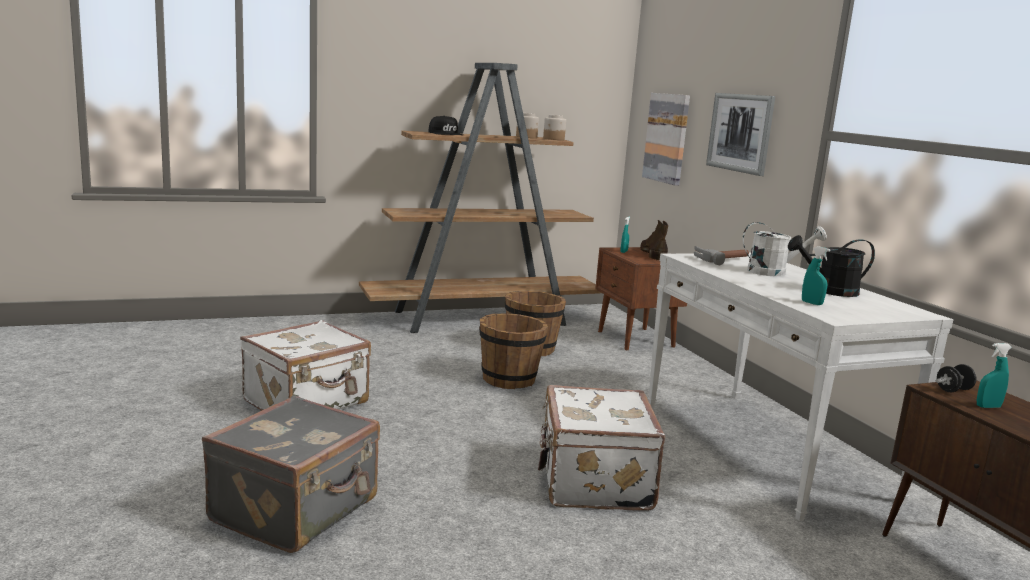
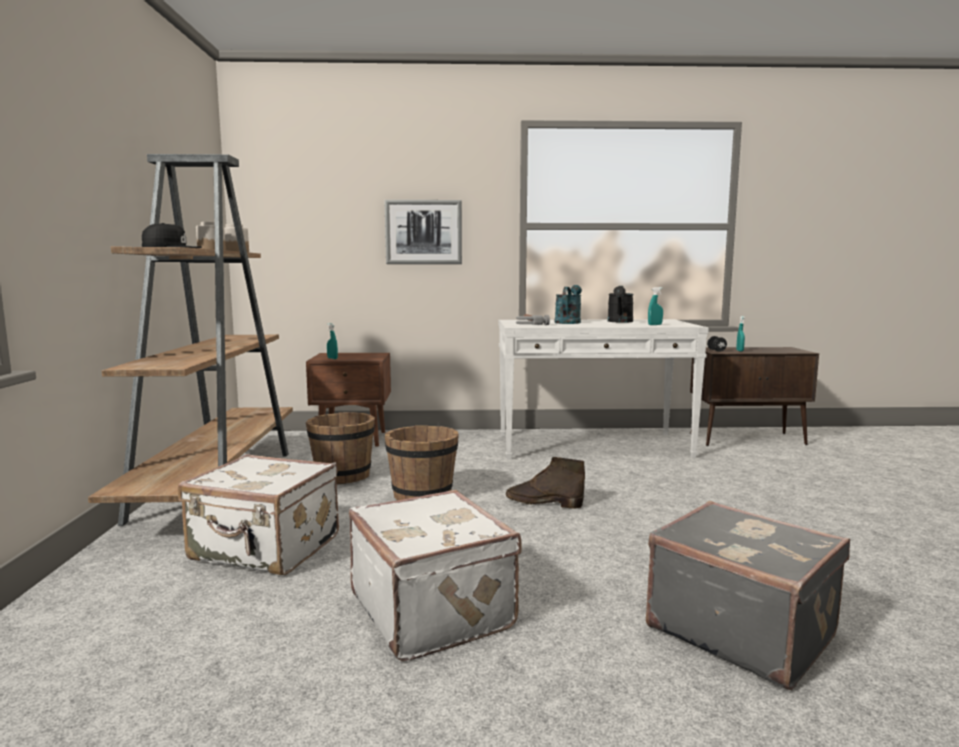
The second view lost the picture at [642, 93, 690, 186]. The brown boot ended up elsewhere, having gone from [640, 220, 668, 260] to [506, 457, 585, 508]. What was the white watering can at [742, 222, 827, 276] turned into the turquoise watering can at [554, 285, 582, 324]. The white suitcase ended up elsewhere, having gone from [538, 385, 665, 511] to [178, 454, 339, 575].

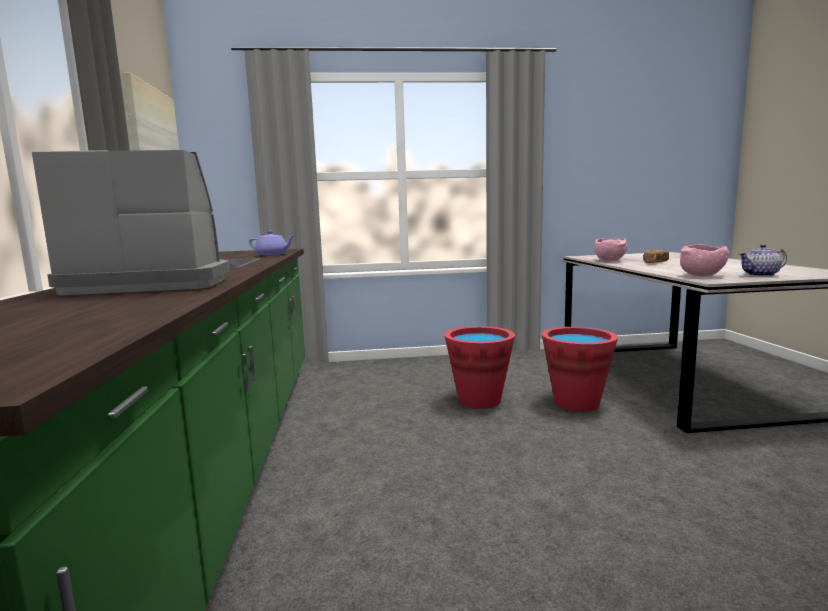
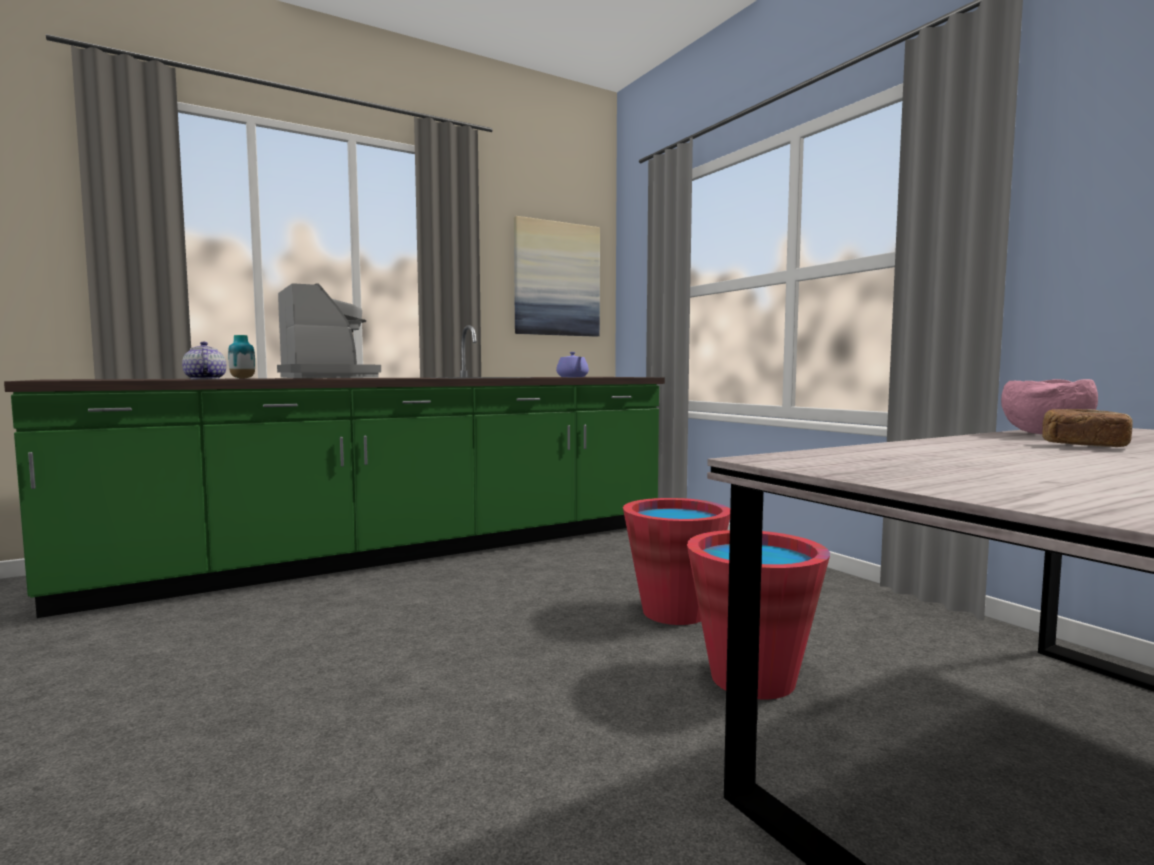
The second view lost the pink bowl at [680, 244, 730, 276]. The teapot ended up elsewhere, having gone from [738, 244, 787, 276] to [182, 342, 226, 379]. The second view gained the vase at [228, 335, 255, 379].

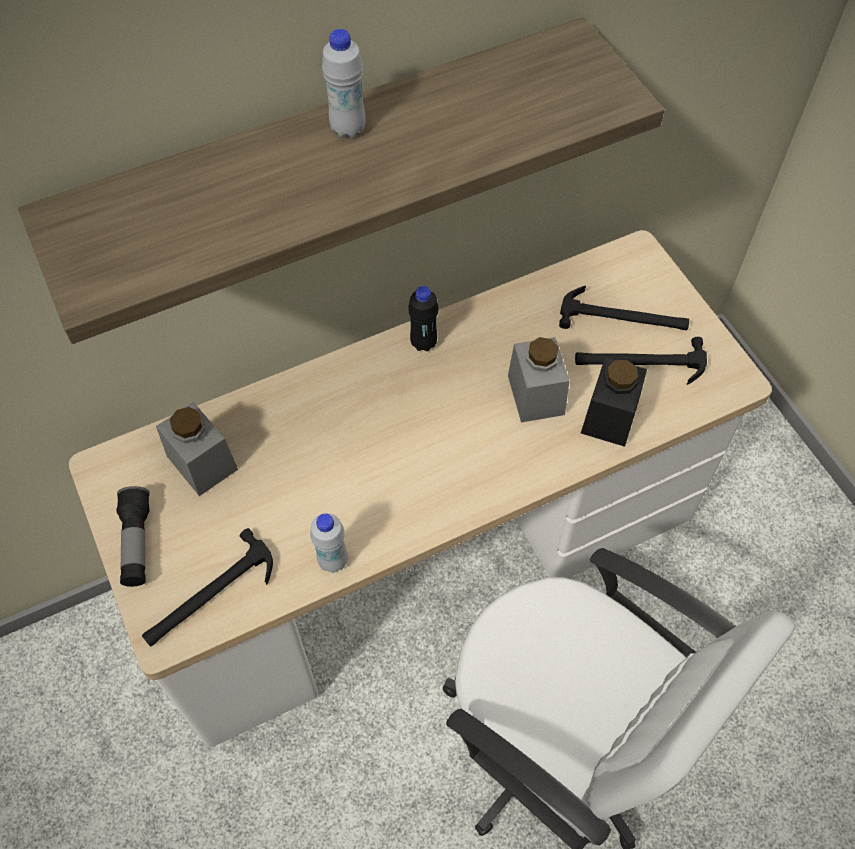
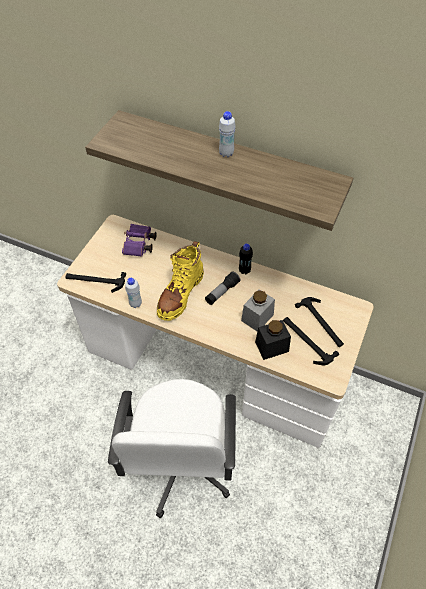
Where the grey jar stood at [156, 402, 238, 496], the purple binoculars came to stand at [122, 224, 157, 257]. The flashlight ended up elsewhere, having gone from [116, 486, 150, 587] to [205, 271, 241, 305]. The second view gained the yellow boot at [157, 241, 204, 321].

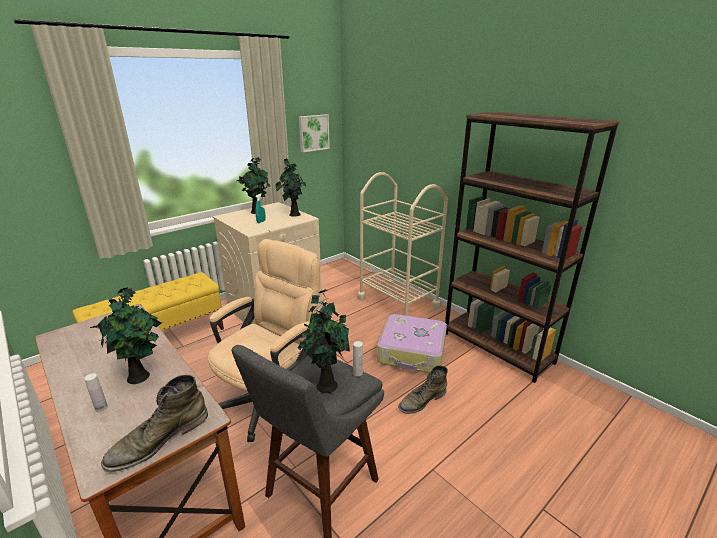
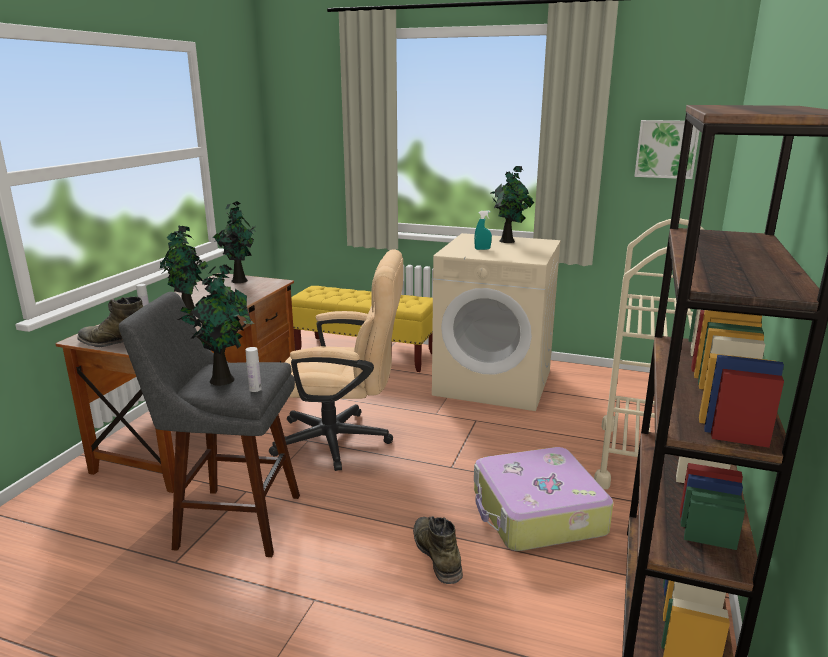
The potted plant ended up elsewhere, having gone from [275, 159, 306, 217] to [213, 201, 256, 283]. The green boot at [398, 365, 448, 414] ended up facing another way, 45 degrees clockwise from before.

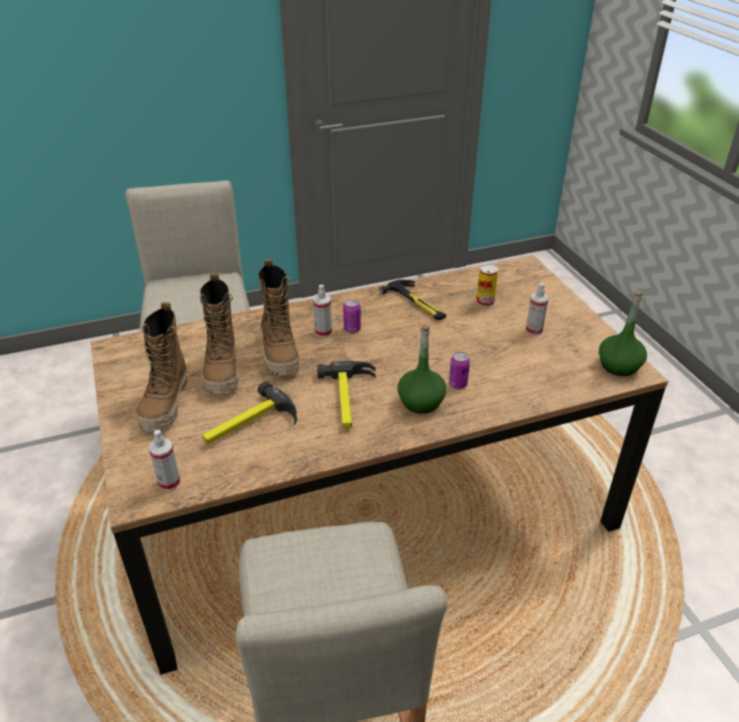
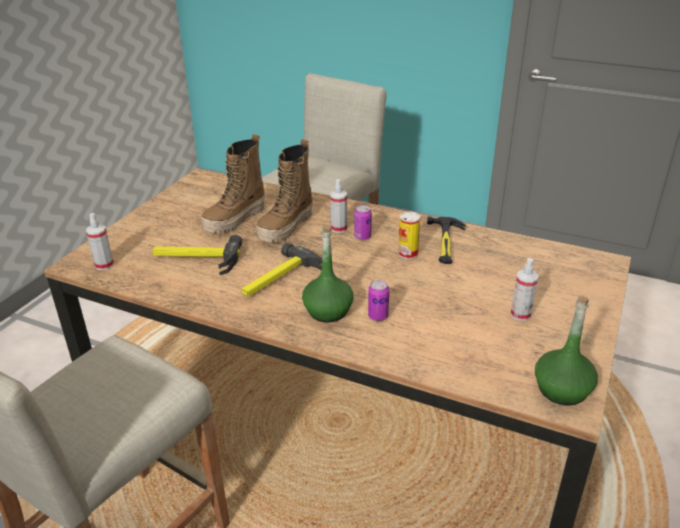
The can ended up elsewhere, having gone from [476, 264, 498, 307] to [398, 212, 420, 259]. The second view lost the boot at [137, 302, 187, 431].

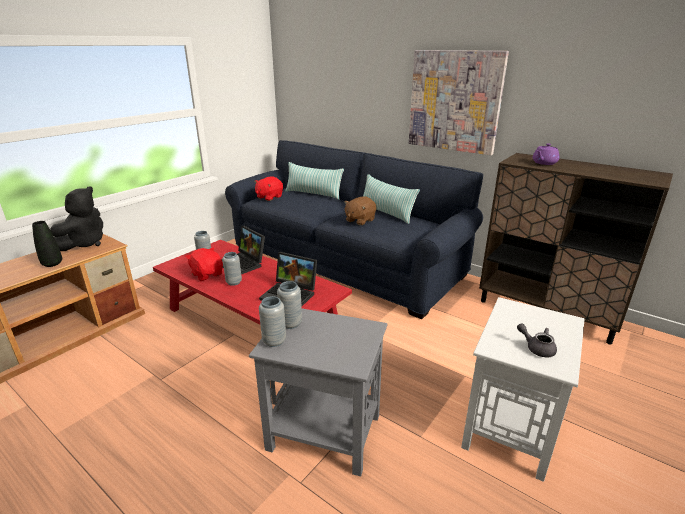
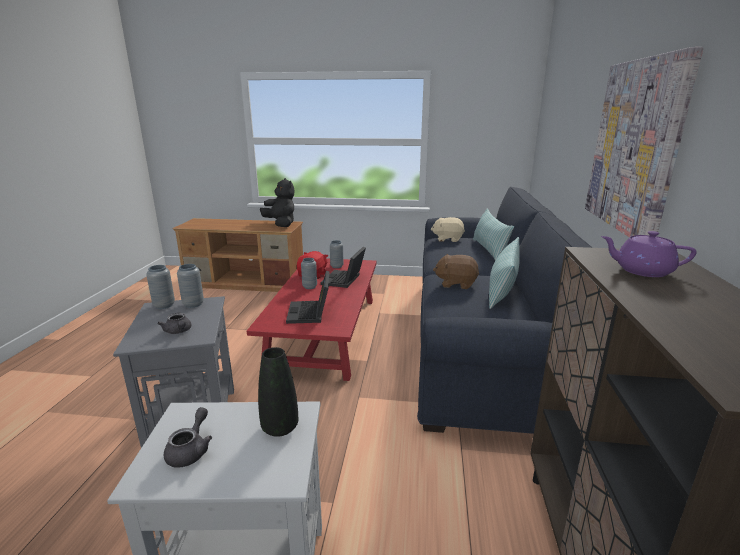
What was the red plush toy at [254, 176, 283, 201] turned into the beige plush toy at [431, 217, 465, 242]. The black plush toy at [50, 186, 103, 251] ended up facing another way, 120 degrees counterclockwise from before. The black vase ended up elsewhere, having gone from [32, 221, 62, 267] to [258, 347, 298, 437]. The second view gained the grey teapot at [157, 313, 191, 334].

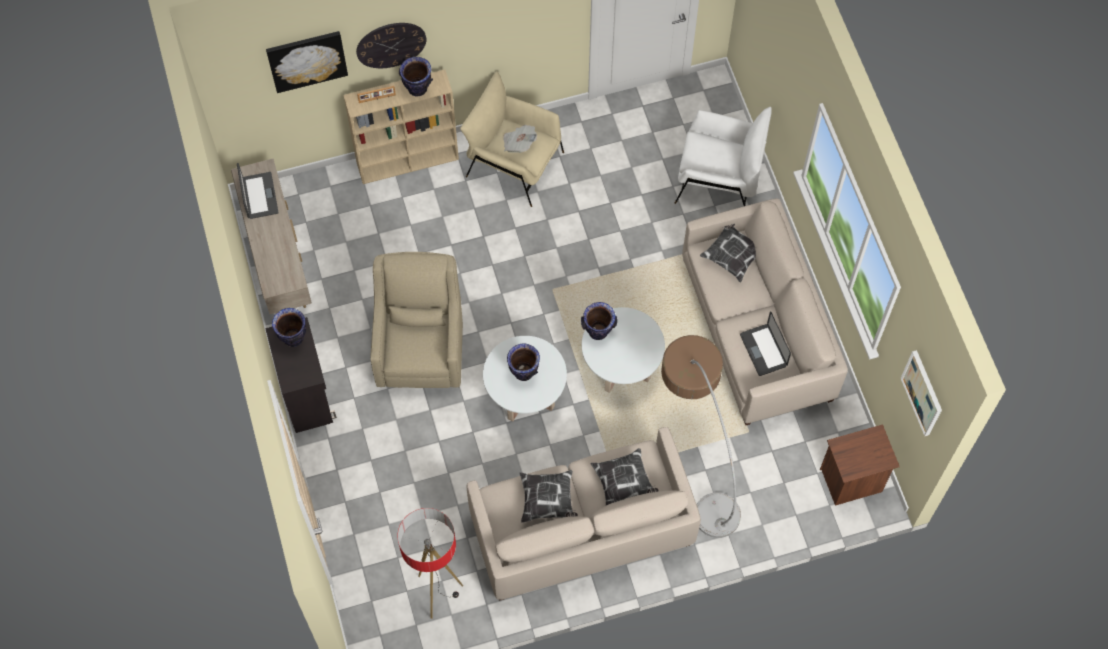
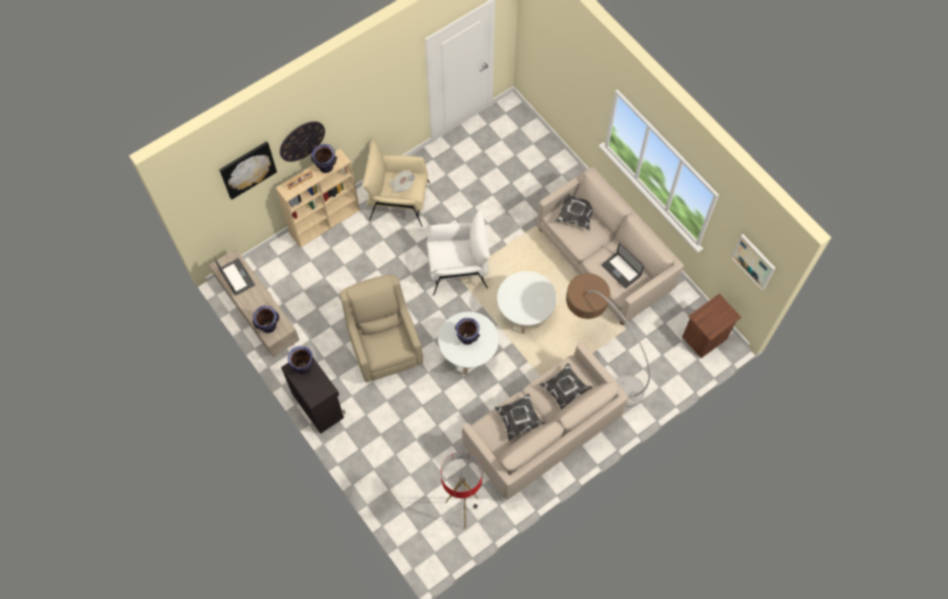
The white armchair ended up elsewhere, having gone from [675, 107, 772, 206] to [427, 209, 490, 295]. The vase ended up elsewhere, having gone from [581, 302, 618, 340] to [253, 305, 279, 333].

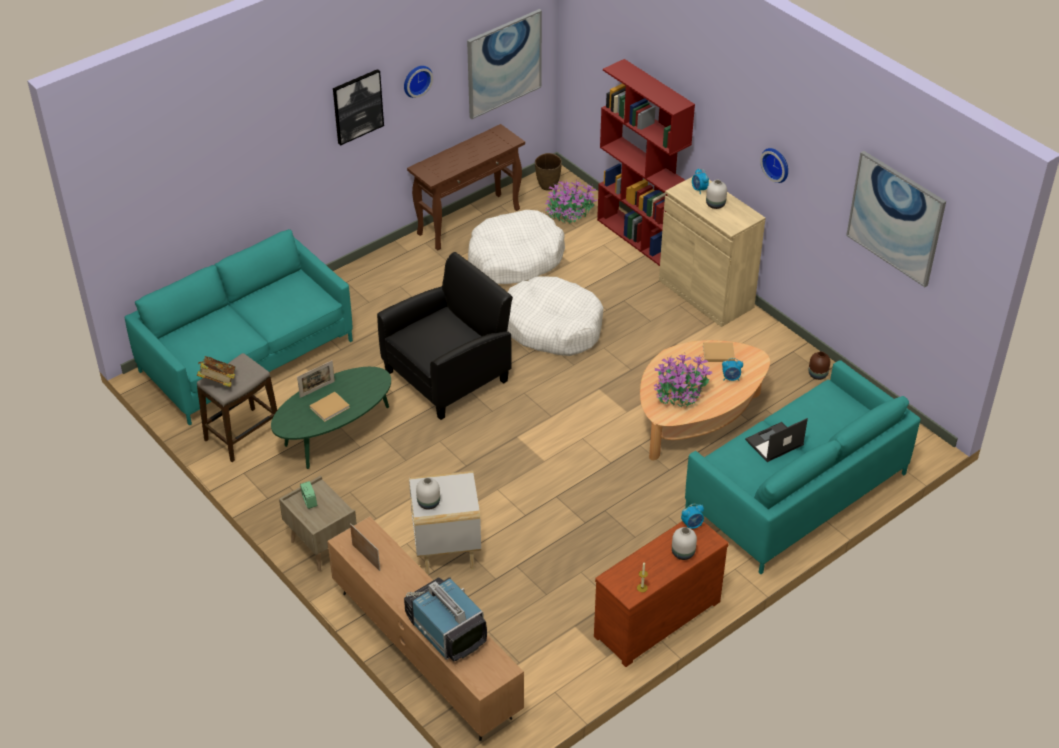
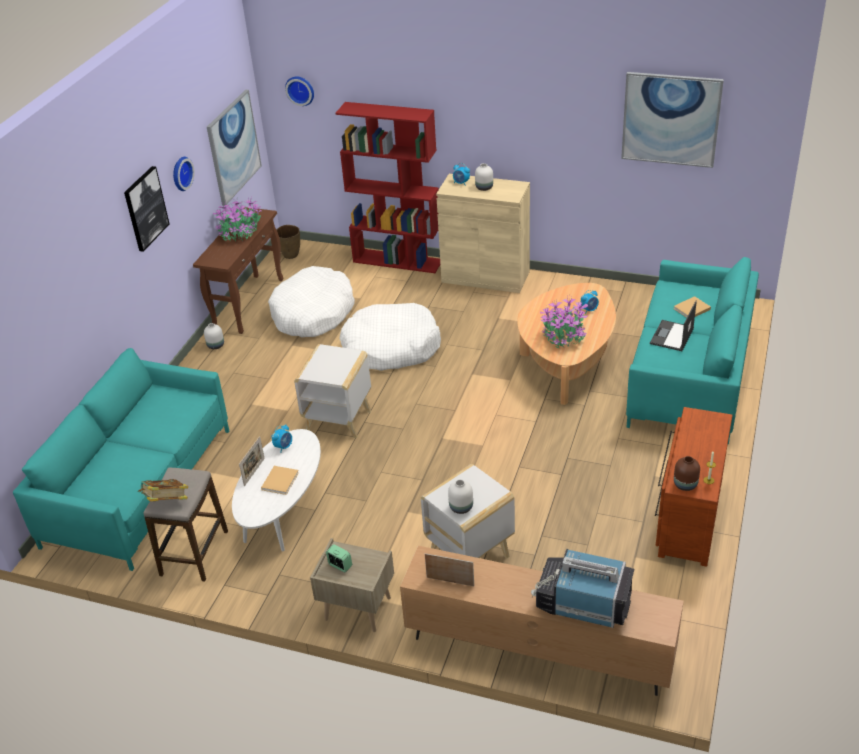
The wall clock ended up elsewhere, having gone from [760, 148, 788, 183] to [285, 77, 314, 106]. The potted plant ended up elsewhere, having gone from [545, 180, 597, 223] to [213, 197, 261, 241]. Where the black armchair stood at [377, 252, 513, 420], the white side table came to stand at [294, 344, 371, 438]. The beige book ended up elsewhere, having gone from [703, 342, 735, 362] to [673, 296, 711, 318]. The brown vase ended up elsewhere, having gone from [809, 351, 830, 380] to [674, 456, 700, 491]. What was the green coffee table at [271, 367, 391, 469] turned into the white coffee table at [232, 429, 321, 551]. The alarm clock ended up elsewhere, having gone from [681, 504, 704, 529] to [272, 424, 292, 453]. The white vase ended up elsewhere, having gone from [672, 527, 697, 560] to [204, 323, 224, 349].

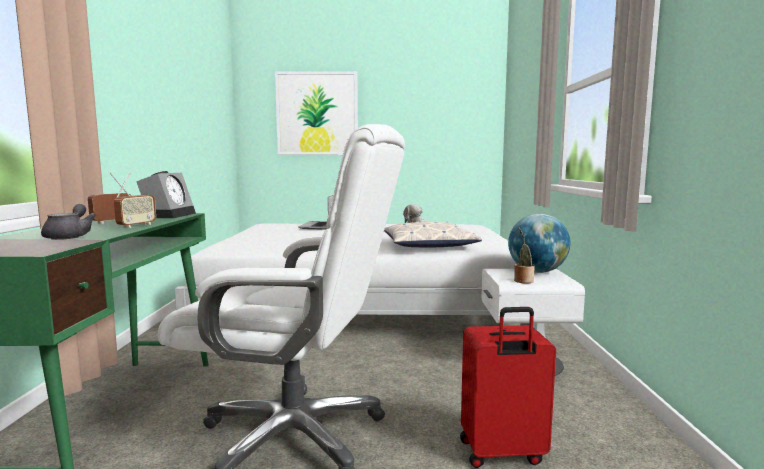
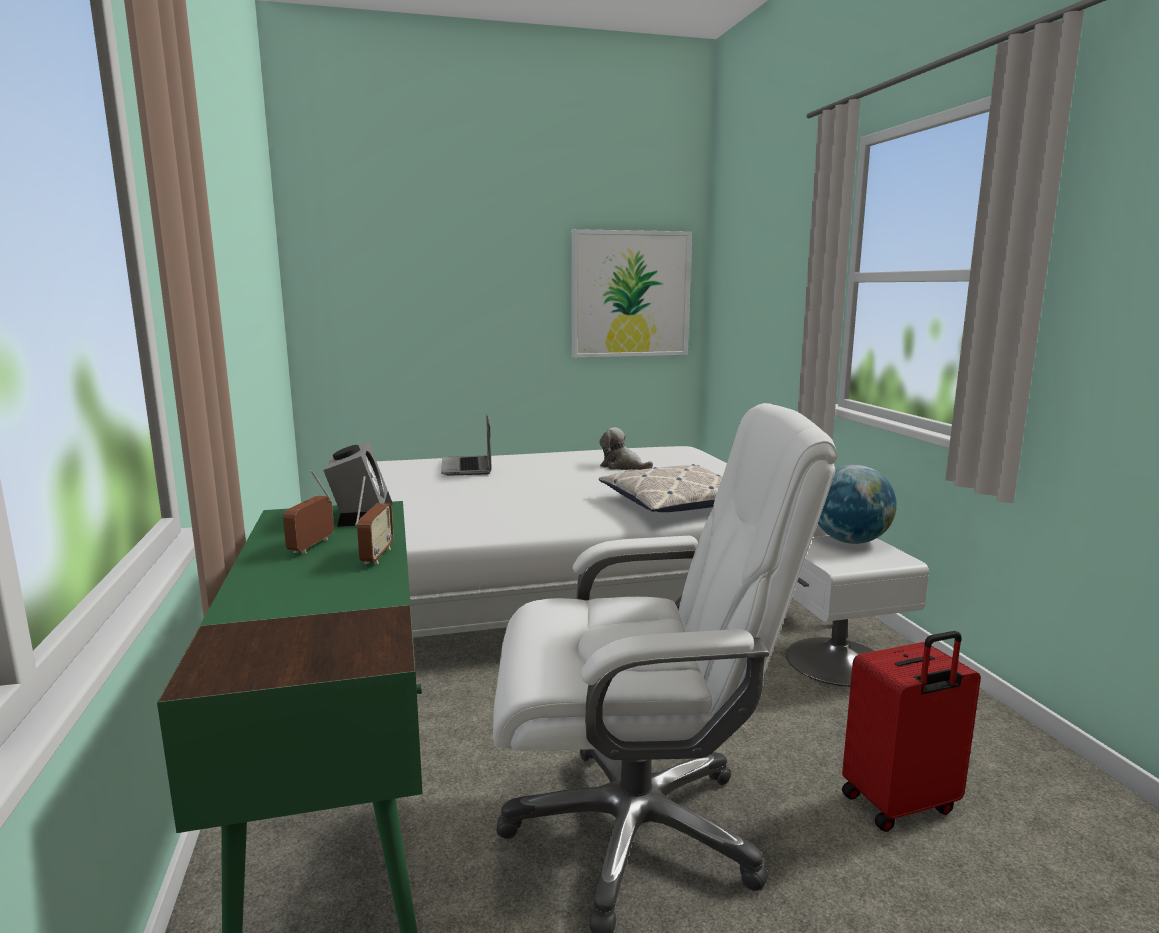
The picture ended up elsewhere, having gone from [275, 71, 358, 155] to [571, 229, 692, 358]. The second view lost the grey teapot at [41, 204, 96, 240]. The second view lost the potted plant at [514, 227, 535, 283].

